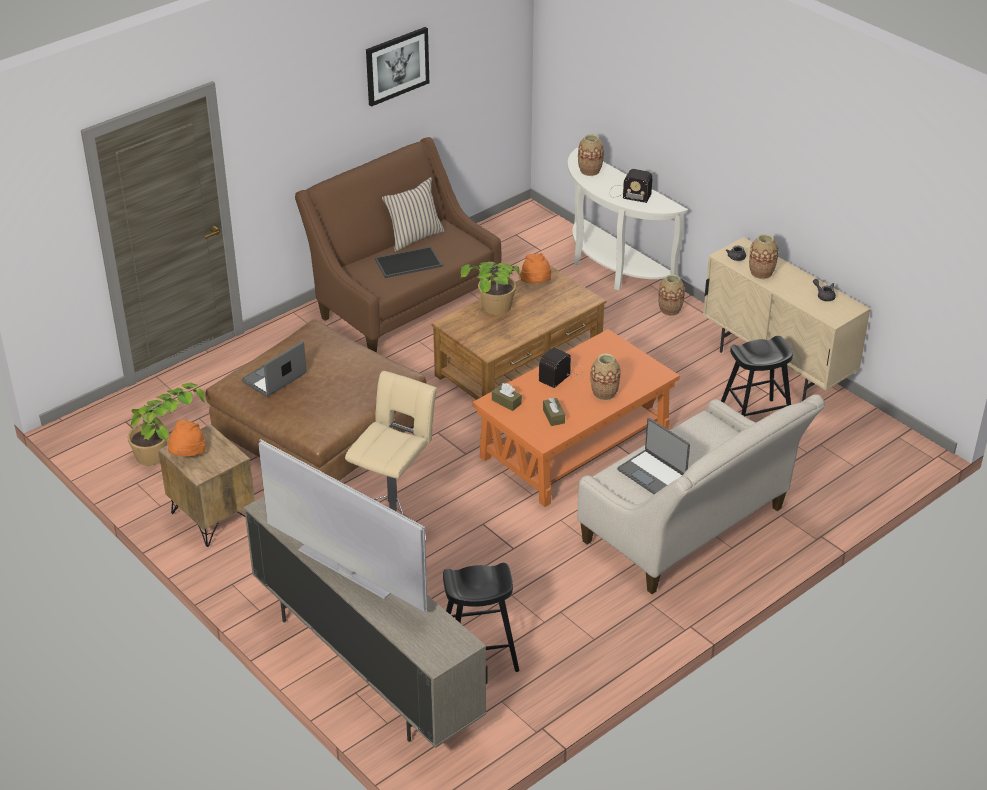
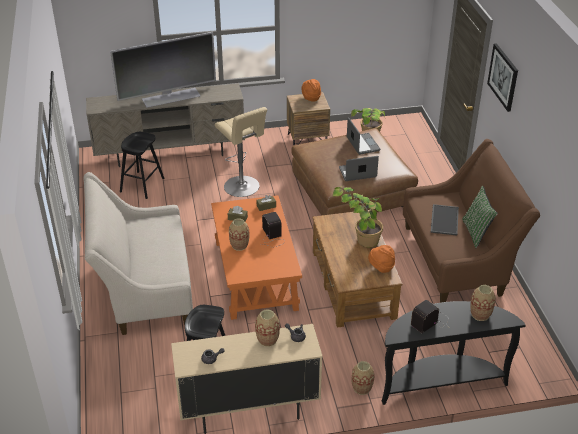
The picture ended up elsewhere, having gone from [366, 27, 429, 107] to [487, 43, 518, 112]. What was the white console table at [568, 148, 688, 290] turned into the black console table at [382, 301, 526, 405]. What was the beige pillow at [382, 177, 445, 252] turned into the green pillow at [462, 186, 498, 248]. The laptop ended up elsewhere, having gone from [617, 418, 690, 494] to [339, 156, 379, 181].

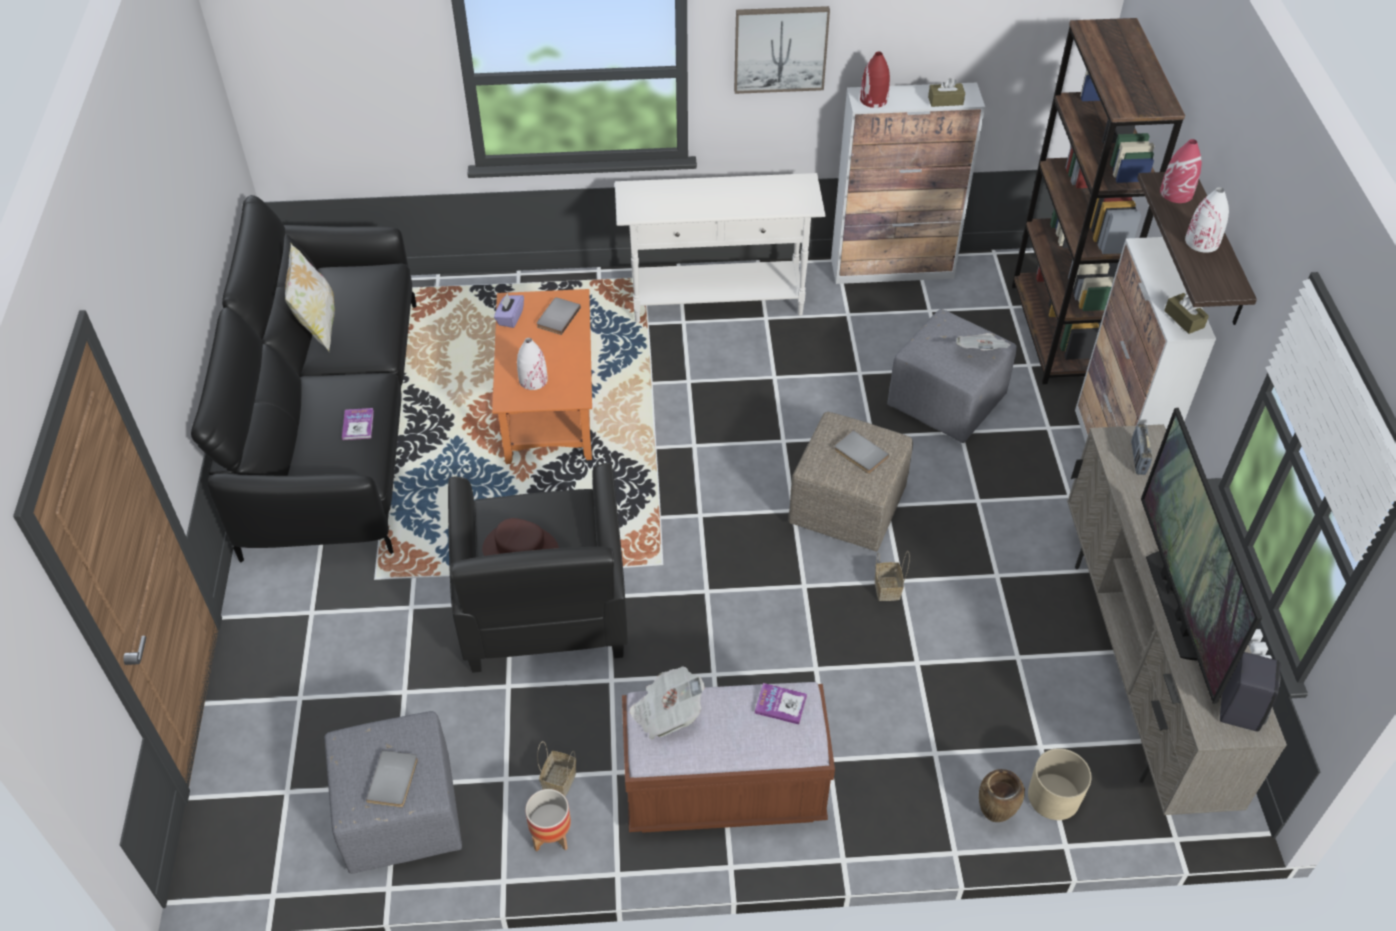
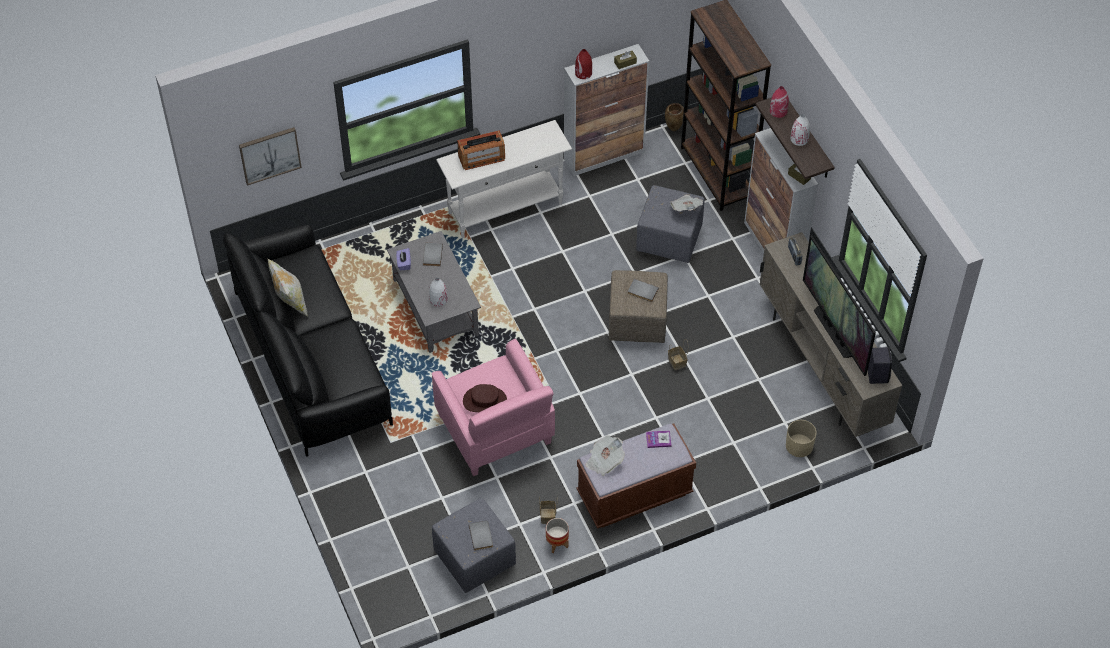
The picture ended up elsewhere, having gone from [734, 6, 830, 94] to [239, 127, 302, 186]. What was the orange coffee table at [492, 289, 592, 464] turned into the grey coffee table at [387, 231, 481, 353]. The second view lost the book at [342, 408, 374, 440]. What was the black armchair at [448, 463, 628, 673] turned into the pink armchair at [432, 339, 555, 476]. The brown vase ended up elsewhere, having gone from [979, 769, 1025, 822] to [665, 103, 684, 131]. The second view gained the radio at [457, 130, 505, 170].

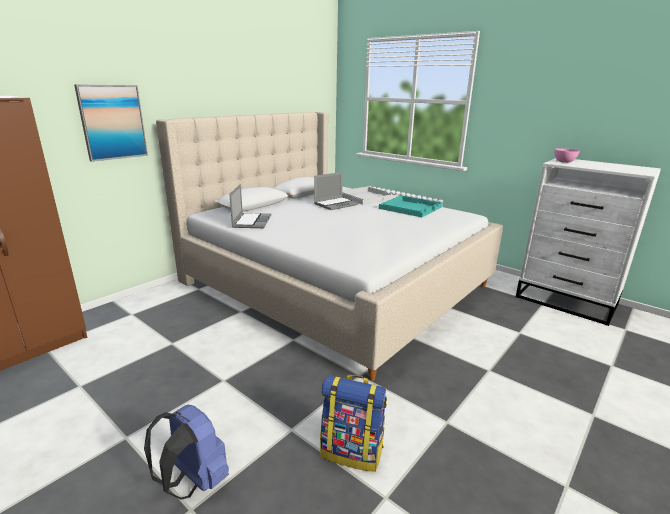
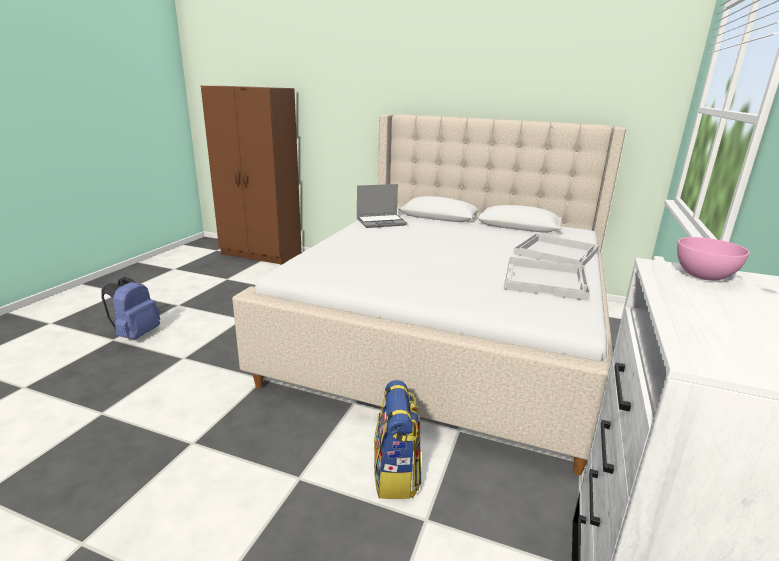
The second view lost the picture at [74, 84, 148, 162]. The second view lost the laptop at [314, 172, 359, 210]. What was the turquoise tray at [379, 195, 442, 217] turned into the white tray at [503, 257, 590, 301]. The backpack ended up elsewhere, having gone from [320, 375, 387, 472] to [374, 380, 422, 499].

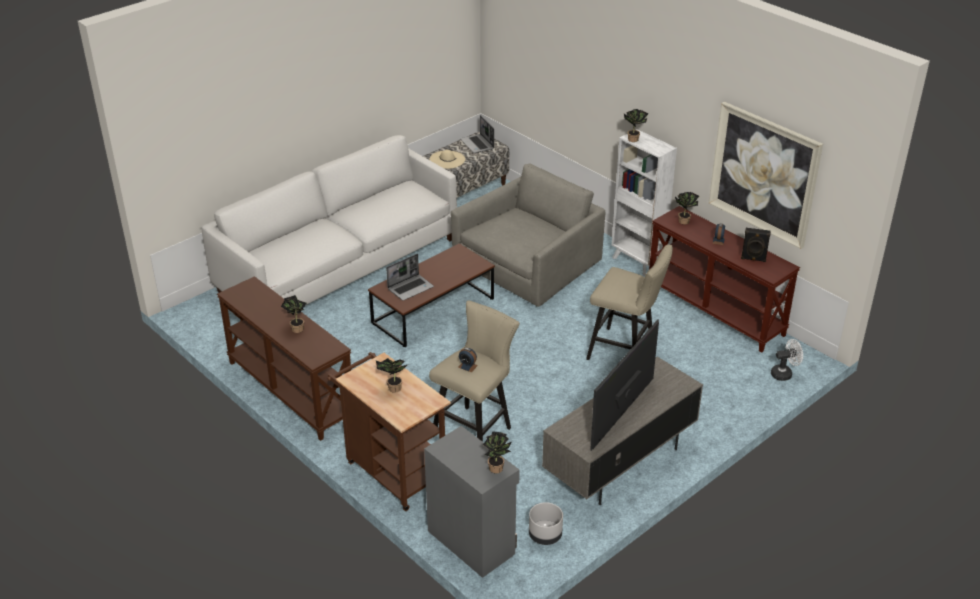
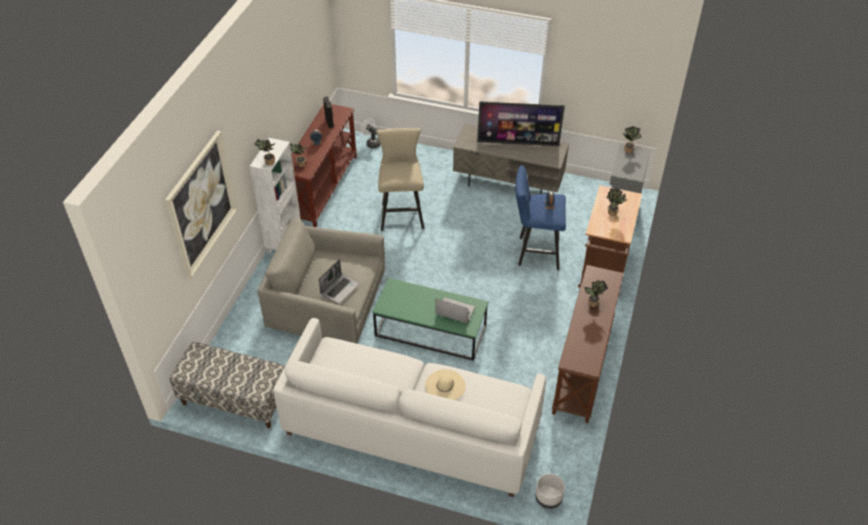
The picture ended up elsewhere, having gone from [709, 102, 823, 249] to [165, 131, 238, 279]. The laptop ended up elsewhere, having gone from [460, 115, 494, 153] to [319, 259, 359, 304]. The beige hat ended up elsewhere, having gone from [429, 150, 465, 169] to [425, 369, 465, 400]. What was the brown coffee table at [368, 243, 495, 347] turned into the green coffee table at [372, 278, 489, 361]. What was the beige stool at [429, 300, 520, 442] turned into the blue stool at [515, 165, 566, 270]. The grey planter ended up elsewhere, having gone from [529, 502, 563, 545] to [535, 474, 565, 509].

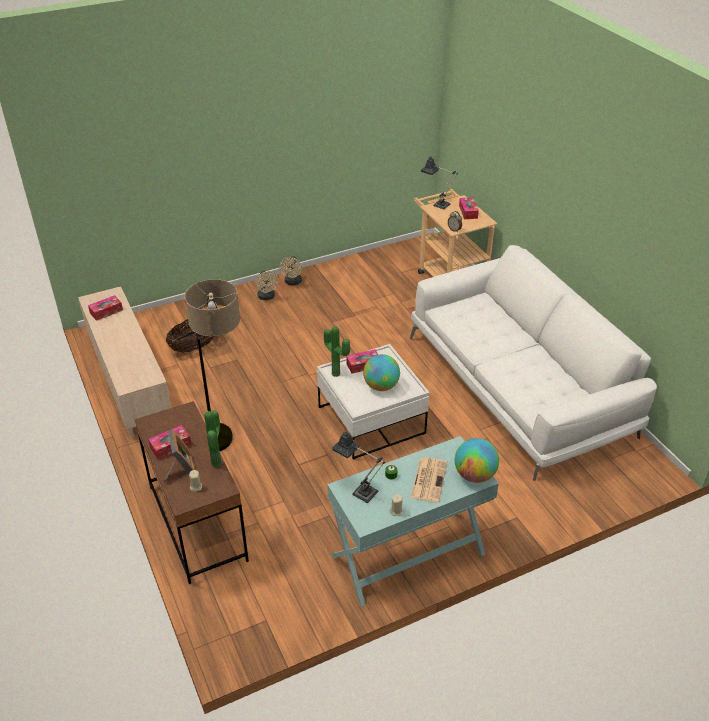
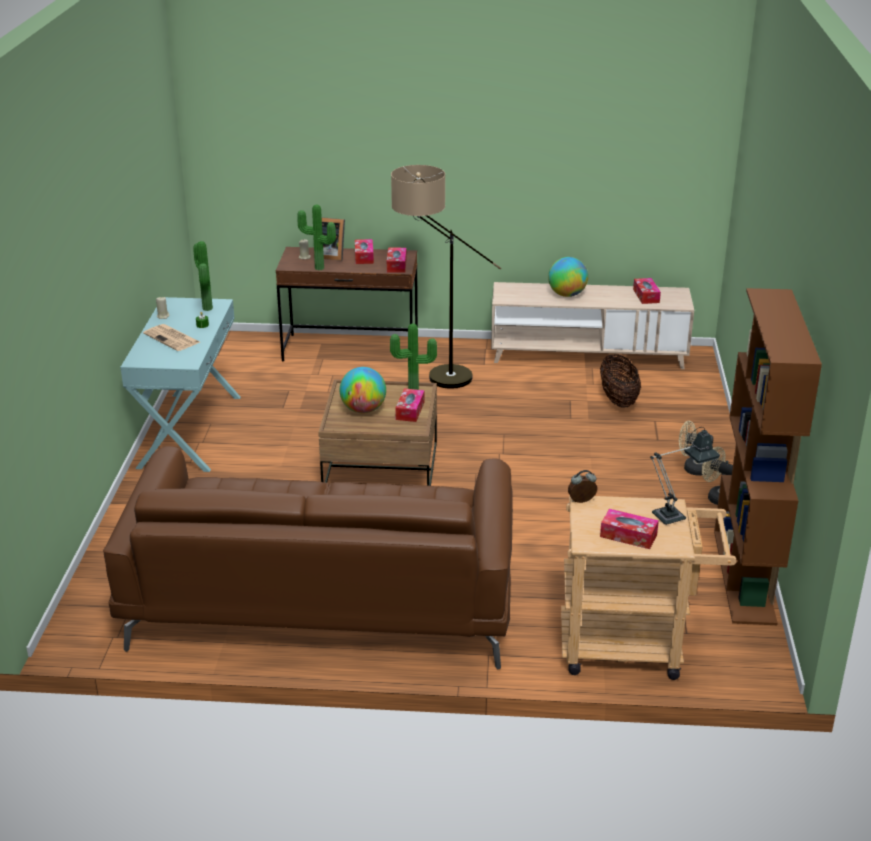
What was the white sofa at [410, 245, 657, 481] turned into the brown sofa at [103, 446, 513, 669]. What was the white coffee table at [317, 344, 430, 459] turned into the brown coffee table at [318, 379, 437, 486]. Where the table lamp stood at [332, 432, 385, 503], the potted plant came to stand at [193, 241, 213, 311]. The globe ended up elsewhere, having gone from [455, 438, 499, 483] to [548, 257, 588, 297]. The second view gained the tissue box at [387, 248, 407, 273]. The second view gained the brown bookcase at [714, 288, 822, 625].

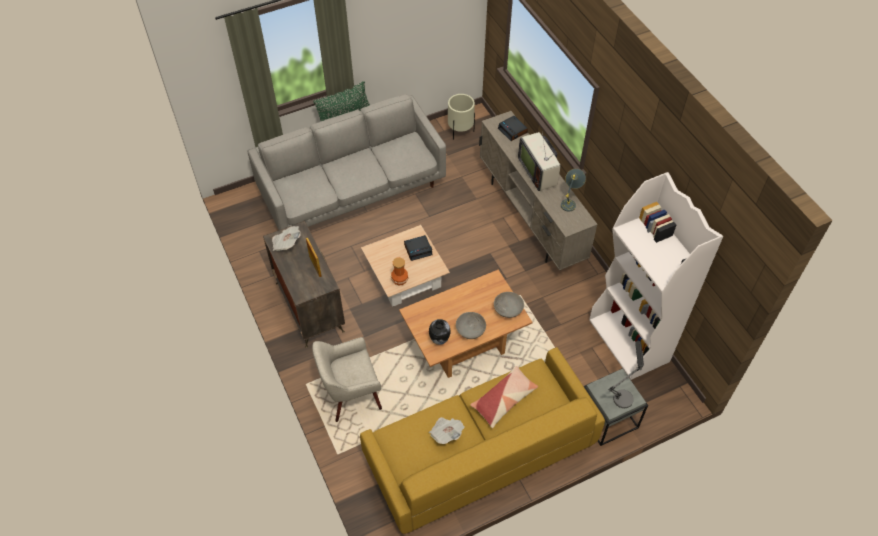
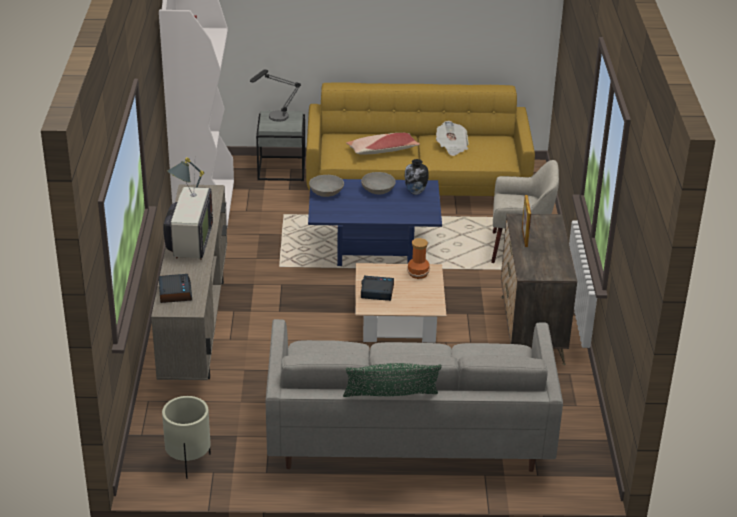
The second view lost the newspaper at [272, 226, 301, 251]. What was the brown coffee table at [399, 270, 533, 378] turned into the blue coffee table at [308, 179, 442, 266].

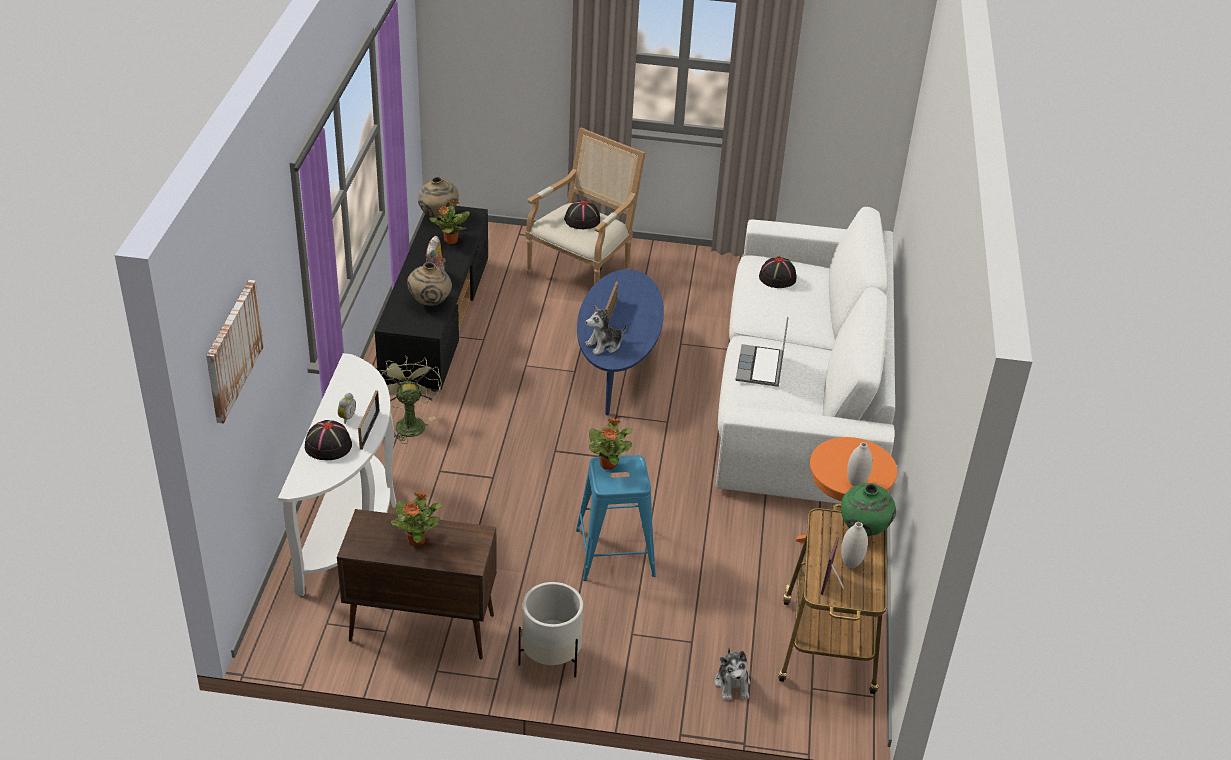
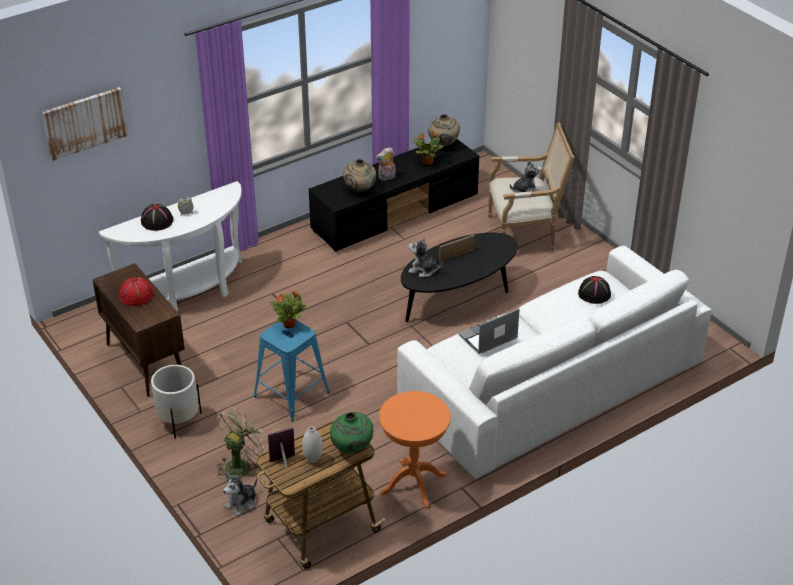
Where the black hat stood at [564, 200, 600, 229], the plush toy came to stand at [510, 160, 542, 193]. What was the blue coffee table at [577, 269, 664, 415] turned into the black coffee table at [401, 233, 518, 322]. The green fan ended up elsewhere, having gone from [381, 355, 442, 444] to [216, 407, 269, 479]. The second view lost the picture frame at [358, 390, 380, 450]. The second view lost the white vase at [847, 442, 872, 486]. Where the potted plant stood at [391, 491, 442, 546], the red hat came to stand at [119, 277, 153, 306].

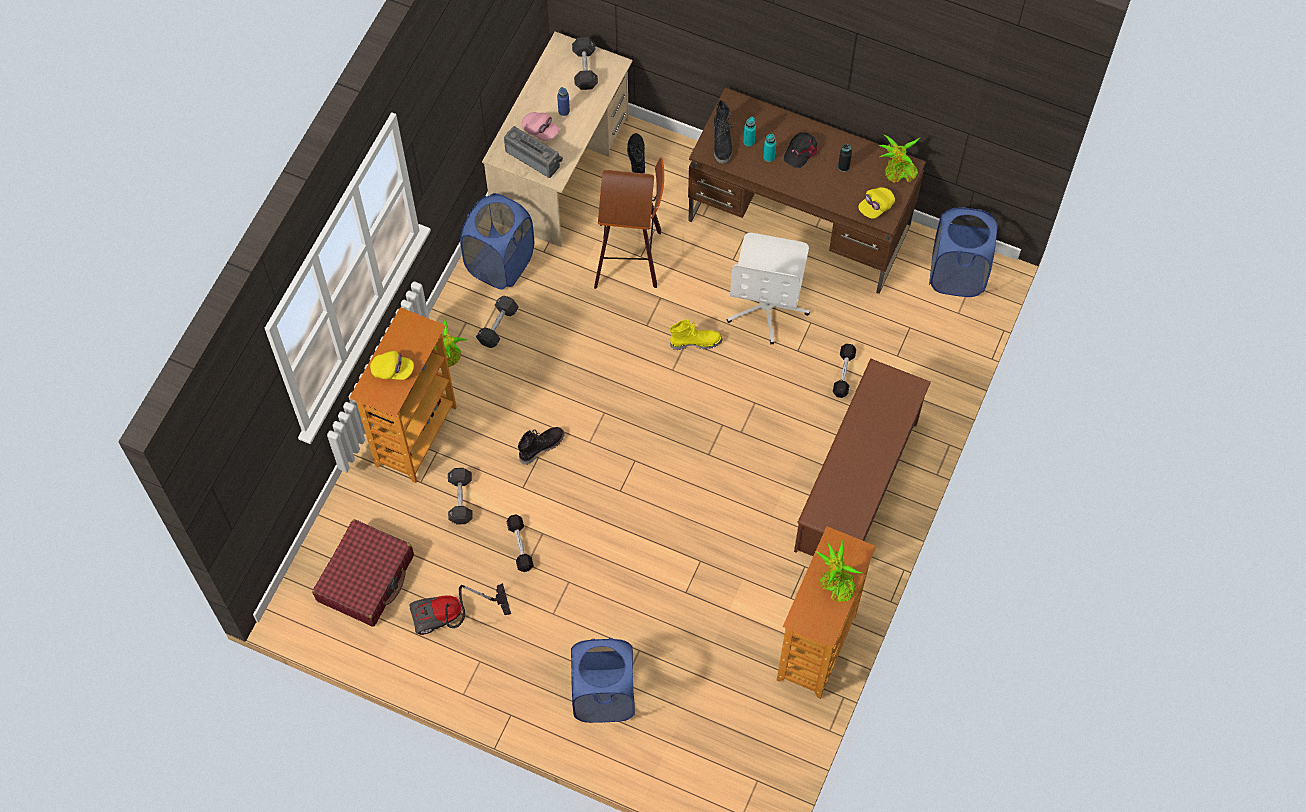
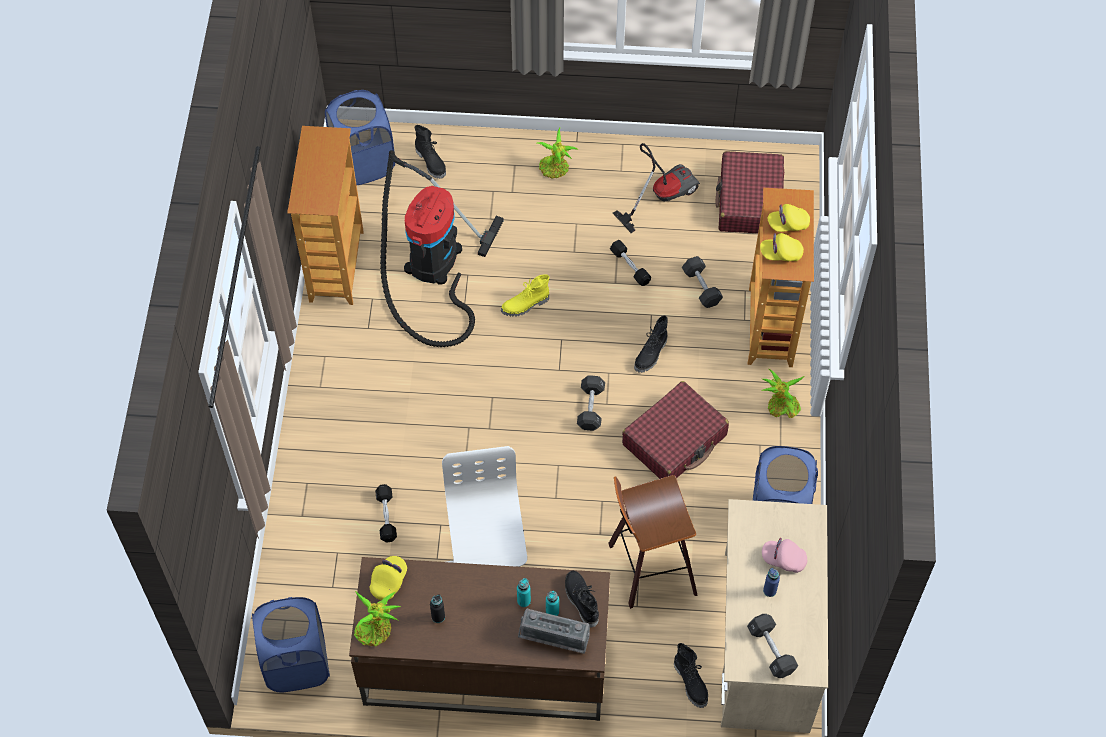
The radio ended up elsewhere, having gone from [504, 126, 563, 178] to [518, 608, 590, 654]. The second view lost the black cap at [784, 132, 818, 168]. The black dumbbell ended up elsewhere, having gone from [476, 296, 519, 348] to [577, 375, 605, 431]. The yellow boot ended up elsewhere, having gone from [670, 319, 722, 350] to [501, 274, 549, 316]. The second view lost the brown shoe rack at [794, 358, 931, 556]. The potted plant ended up elsewhere, having gone from [816, 540, 862, 601] to [537, 128, 579, 178]. The blue laundry basket ended up elsewhere, having gone from [571, 638, 635, 723] to [325, 90, 395, 185]. The second view gained the black boot at [415, 125, 446, 179]. The second view gained the vacuum cleaner at [380, 150, 504, 347]. The second view gained the yellow cap at [760, 233, 804, 261]. The second view gained the red suitcase at [622, 381, 729, 479].

